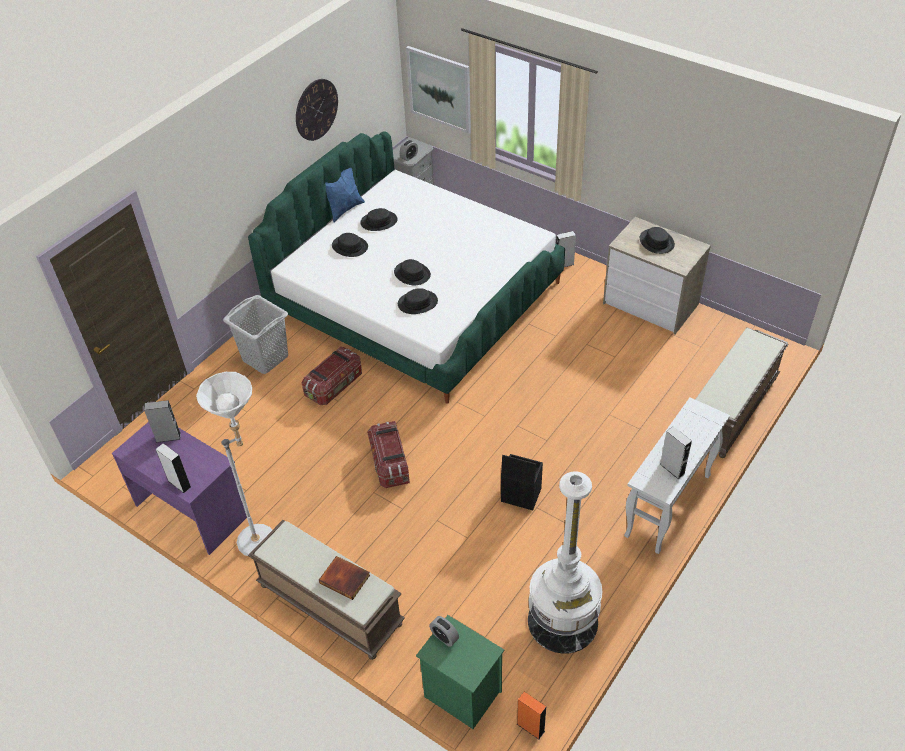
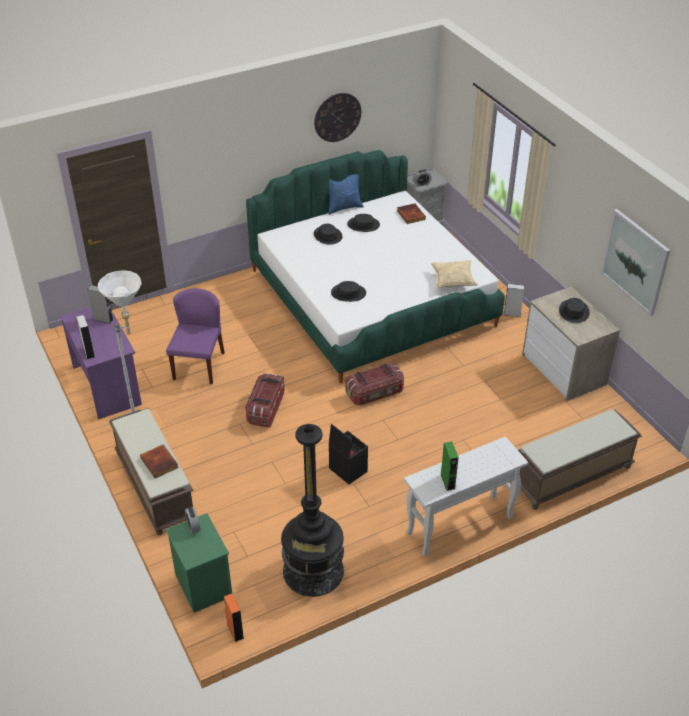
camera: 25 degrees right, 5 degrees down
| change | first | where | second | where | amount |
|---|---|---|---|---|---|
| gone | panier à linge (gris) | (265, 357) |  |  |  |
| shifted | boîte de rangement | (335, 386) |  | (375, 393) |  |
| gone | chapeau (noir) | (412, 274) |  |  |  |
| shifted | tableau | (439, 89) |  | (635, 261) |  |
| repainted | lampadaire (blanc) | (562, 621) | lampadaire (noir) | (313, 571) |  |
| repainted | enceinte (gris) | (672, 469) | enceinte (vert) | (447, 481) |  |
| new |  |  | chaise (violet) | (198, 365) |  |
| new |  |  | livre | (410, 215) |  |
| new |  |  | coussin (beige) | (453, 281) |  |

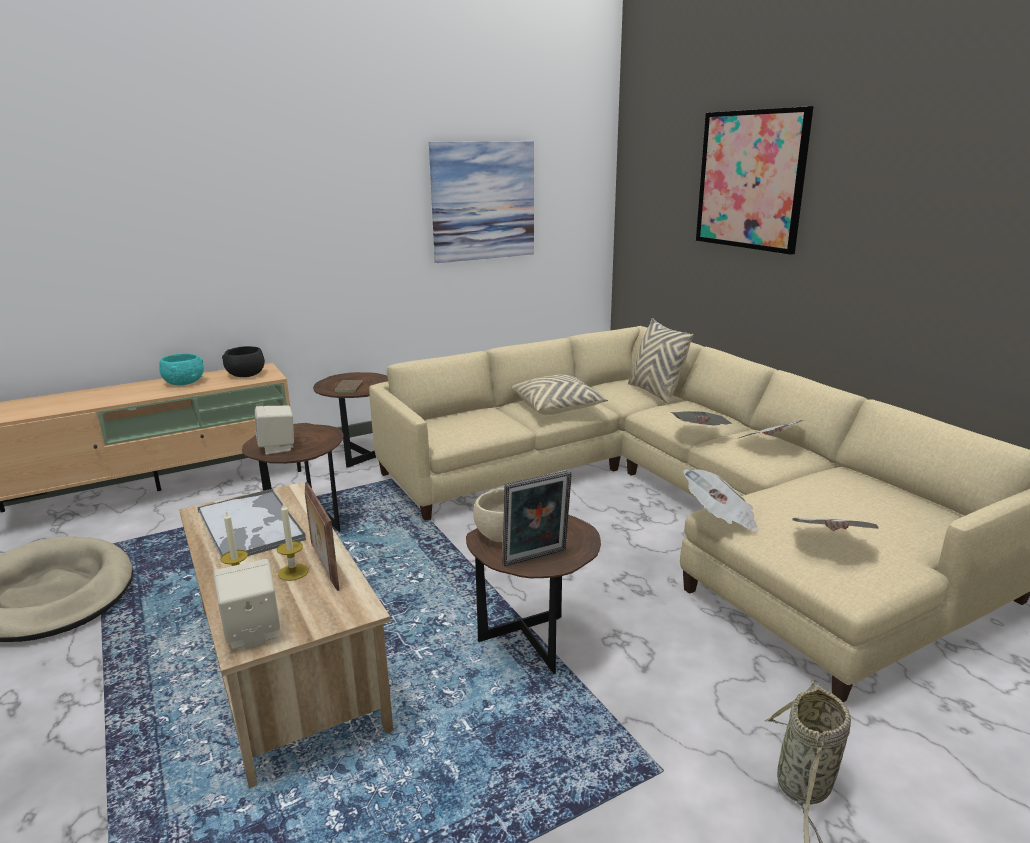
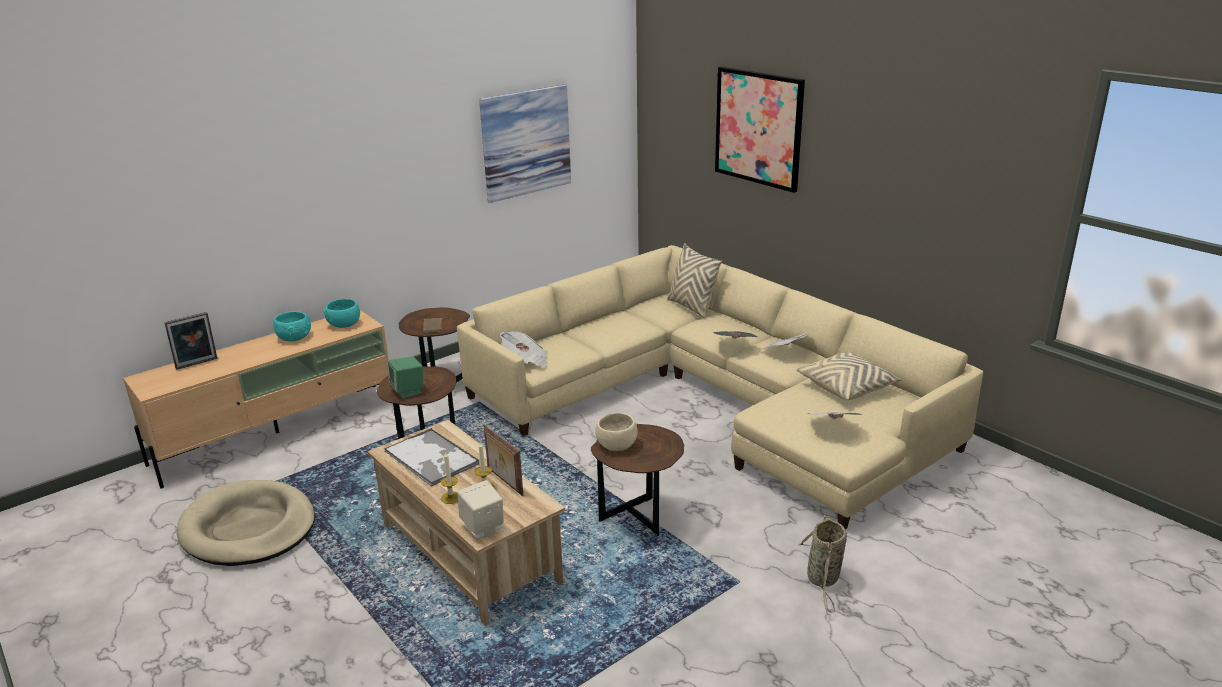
camera: 10 degrees left, 5 degrees up
| change | first | where | second | where | amount |
|---|---|---|---|---|---|
| repainted | bol (noir) | (245, 375) | bol (turquoise) | (344, 325) |  |
| repainted | enceinte (beige) | (277, 448) | enceinte (vert) | (408, 391) |  |
| shifted | cadre photo | (536, 559) |  | (197, 364) |  |
| shifted | coussin (beige) | (557, 407) |  | (847, 387) |  |
| shifted | journal | (720, 518) |  | (526, 361) |  |

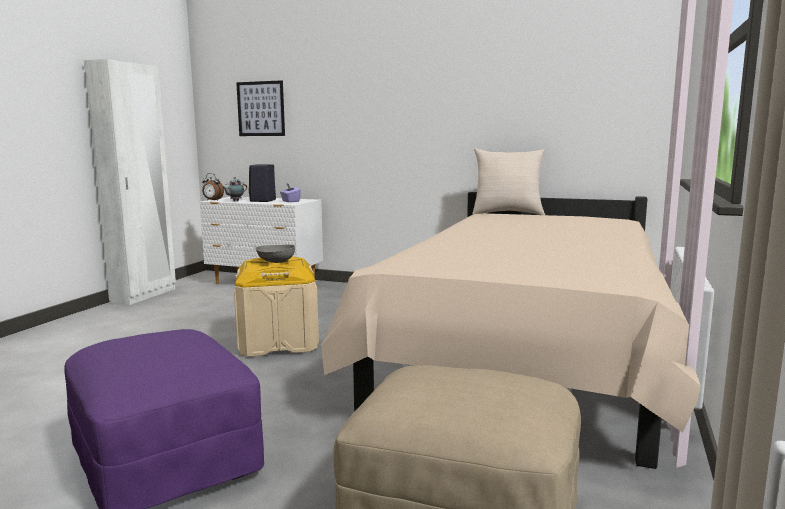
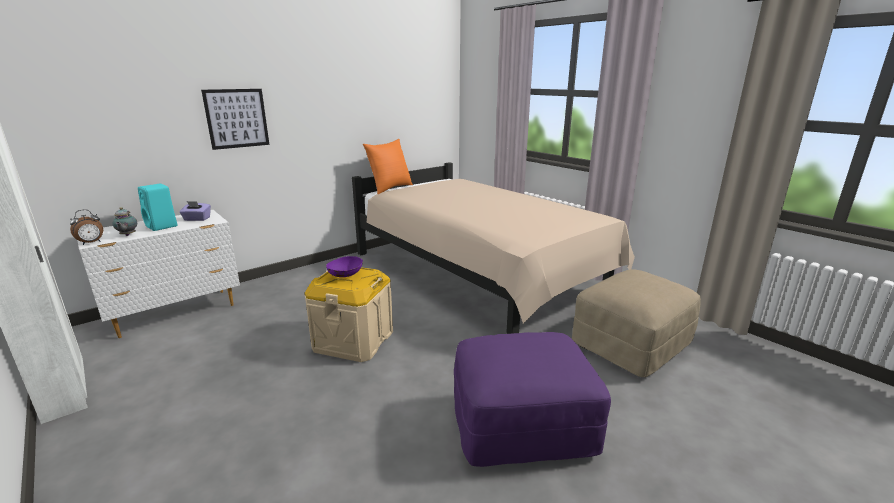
camera: 60 degrees left, 10 degrees up
| change | first | where | second | where | amount |
|---|---|---|---|---|---|
| shifted | tableau | (261, 109) |  | (237, 118) |  |
| repainted | enceinte (noir) | (263, 201) | enceinte (turquoise) | (162, 226) |  |
| repainted | bol (gris) | (275, 262) | bol (violet) | (345, 275) |  |
| repainted | coussin (beige) | (507, 213) | coussin (orange) | (390, 188) |  |

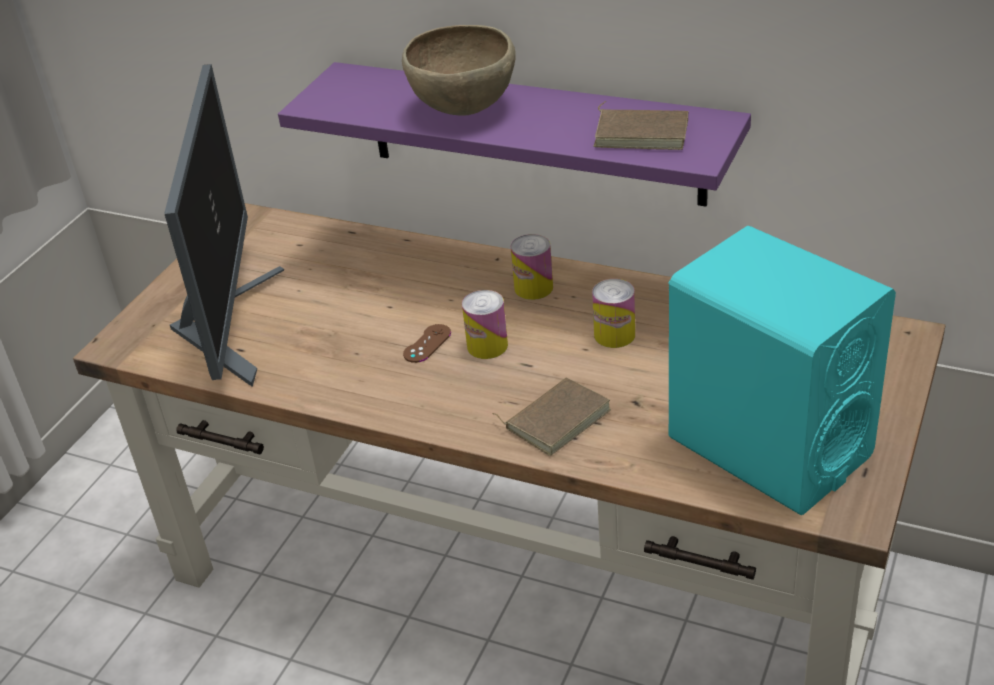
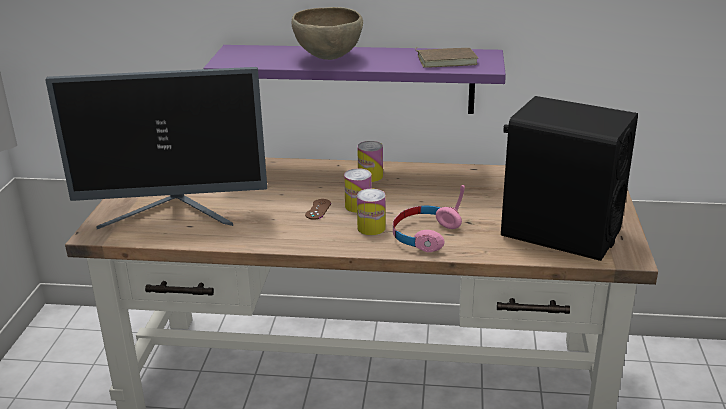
camera: 20 degrees left, 10 degrees down
| change | first | where | second | where | amount |
|---|---|---|---|---|---|
| rotated | écran d'ordinateur | (229, 324) |  | (174, 214) | 105 degrees clockwise |
| swapped | livre (marron) | (556, 418) | casque audio (rose) | (424, 235) |  |
| shifted | boîte métallique | (614, 335) |  | (371, 228) |  |
| repainted | enceinte (turquoise) | (768, 446) | enceinte (noir) | (560, 233) |  |

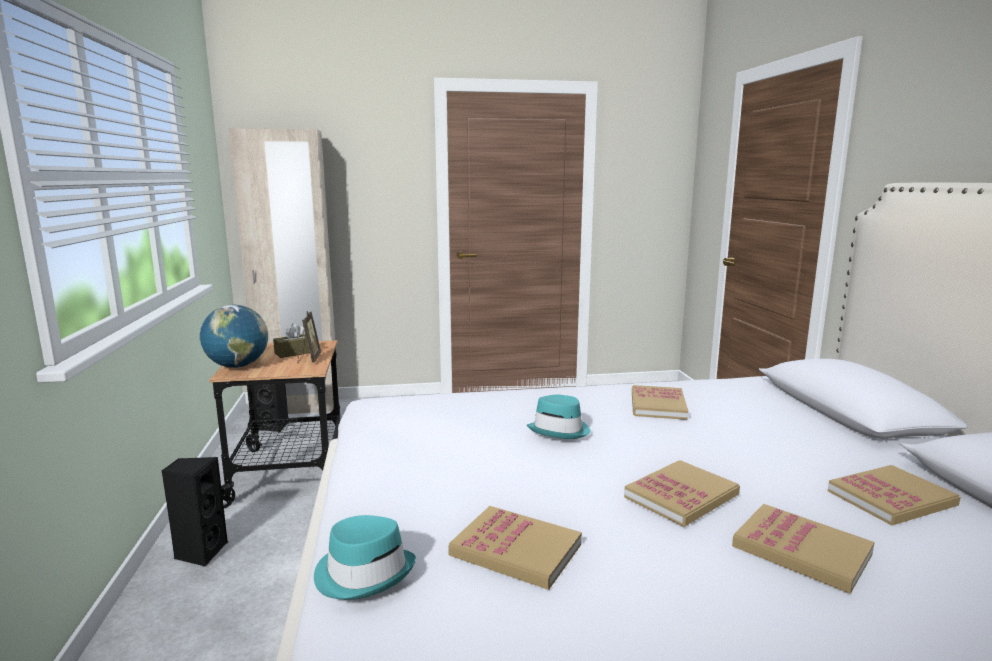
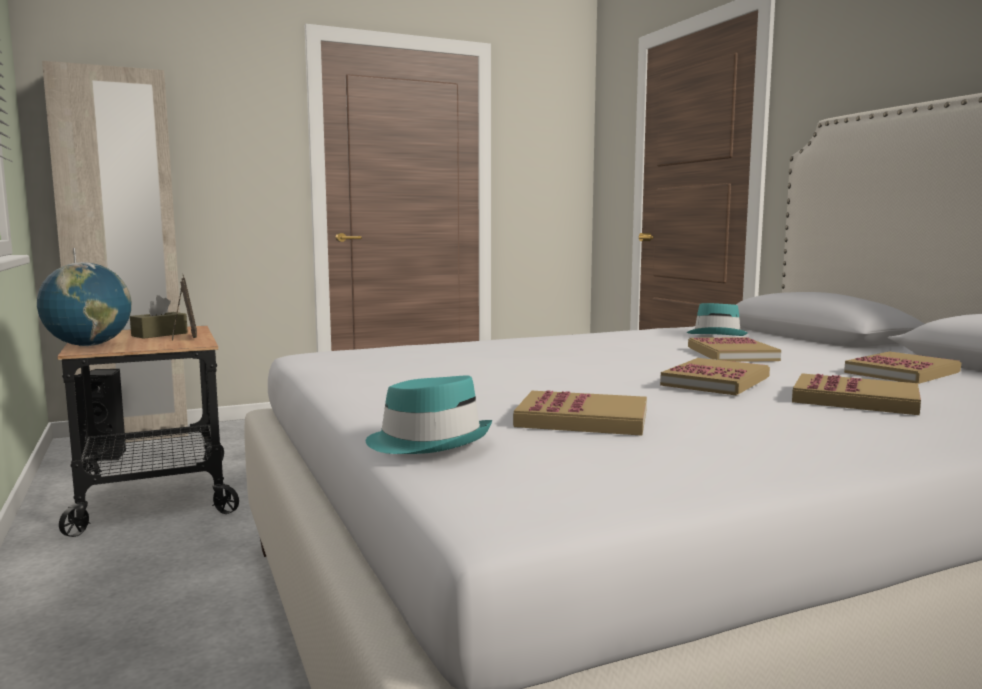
camera: 15 degrees left, 5 degrees down
| change | first | where | second | where | amount |
|---|---|---|---|---|---|
| gone | enceinte (noir) | (200, 553) |  |  |  |
| shifted | chapeau (turquoise) | (560, 430) |  | (716, 335) |  |
| shifted | livre | (658, 405) |  | (731, 354) |  |

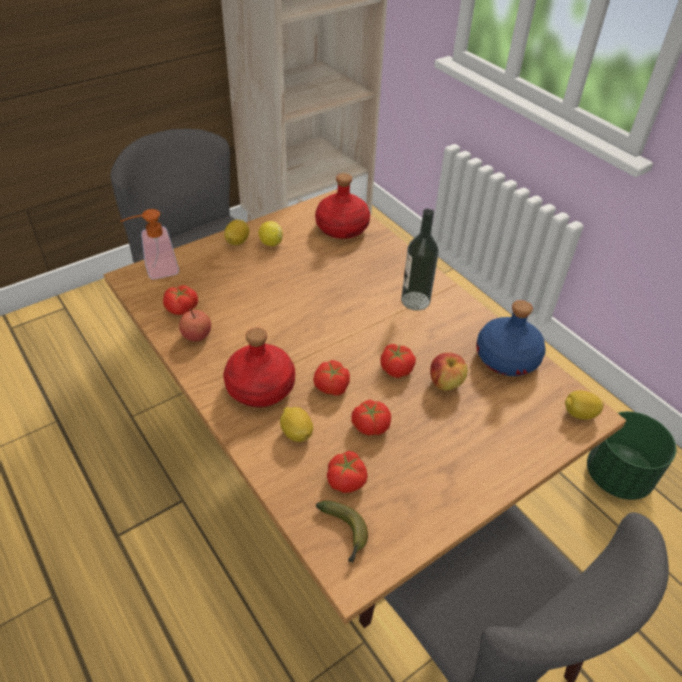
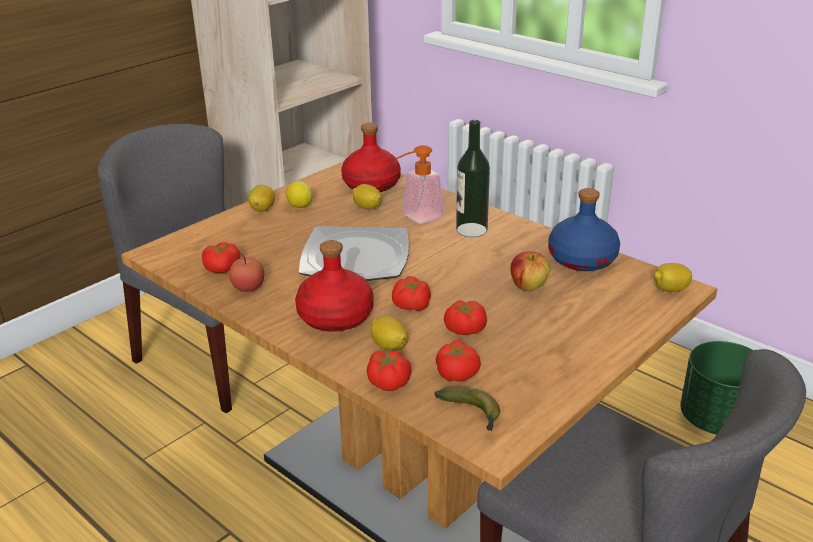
camera: 10 degrees left, 15 degrees down
| change | first | where | second | where | amount |
|---|---|---|---|---|---|
| shifted | distributeur de savon | (155, 271) |  | (417, 218) |  |
| shifted | tomate | (396, 368) |  | (389, 382) |  |
| new |  |  | assiette | (356, 258) |  |
| new |  |  | citron | (367, 208) |  |

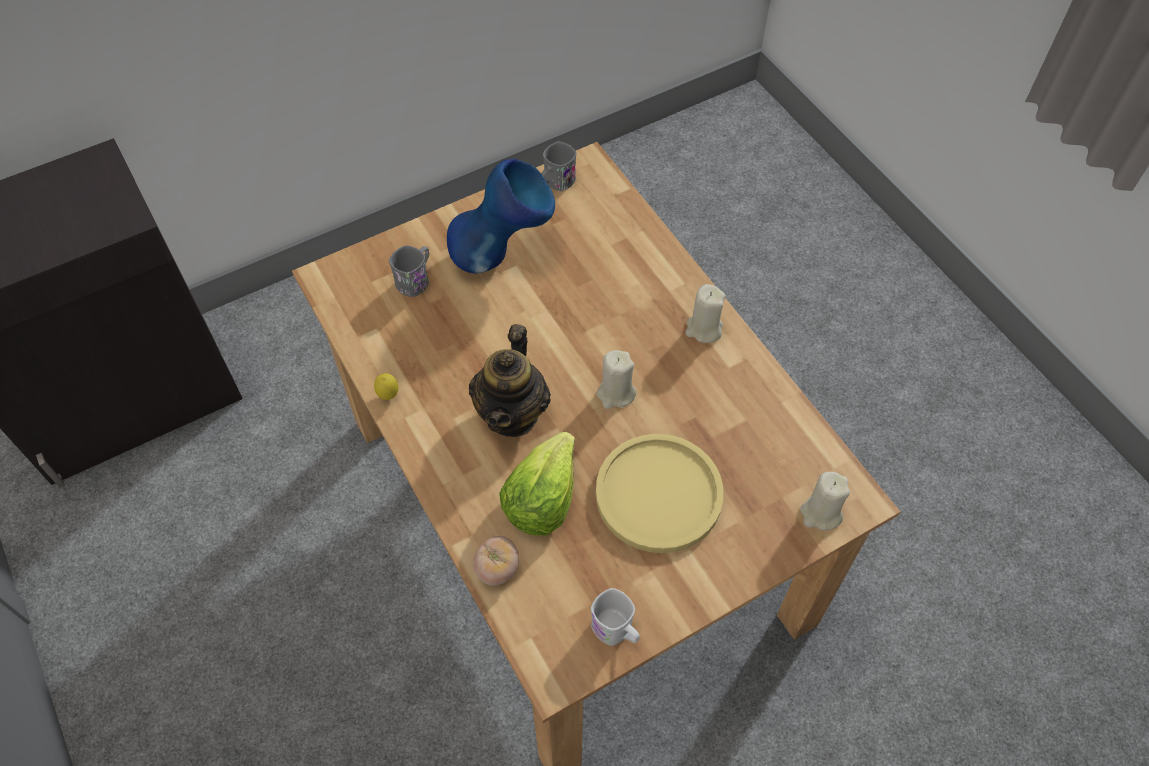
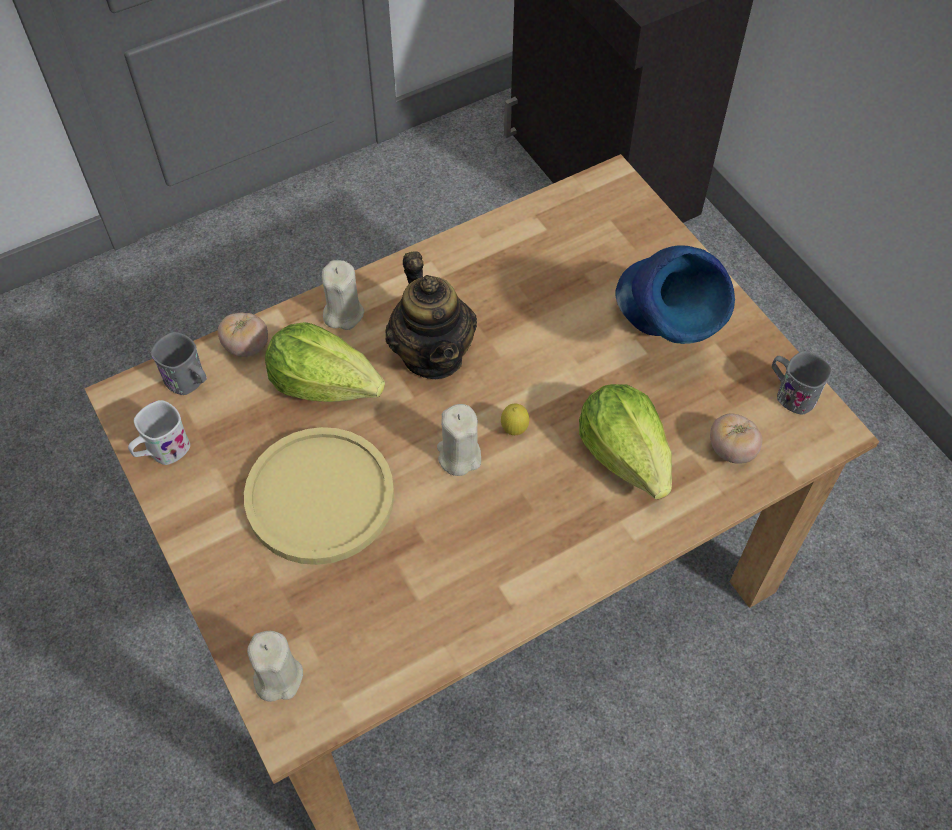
camera: 90 degrees right, 0 degrees up
| change | first | where | second | where | amount |
|---|---|---|---|---|---|
| shifted | citron | (388, 395) |  | (514, 430) |  |
| shifted | mug (gris) | (416, 280) |  | (189, 382) |  |
| rotated | théière | (512, 413) |  | (433, 355) | 120 degrees counterclockwise |
| shifted | bougie (beige) | (703, 329) |  | (343, 313) |  |
| new |  |  | laitue | (626, 455) |  |
| new |  |  | tomate | (731, 450) |  |

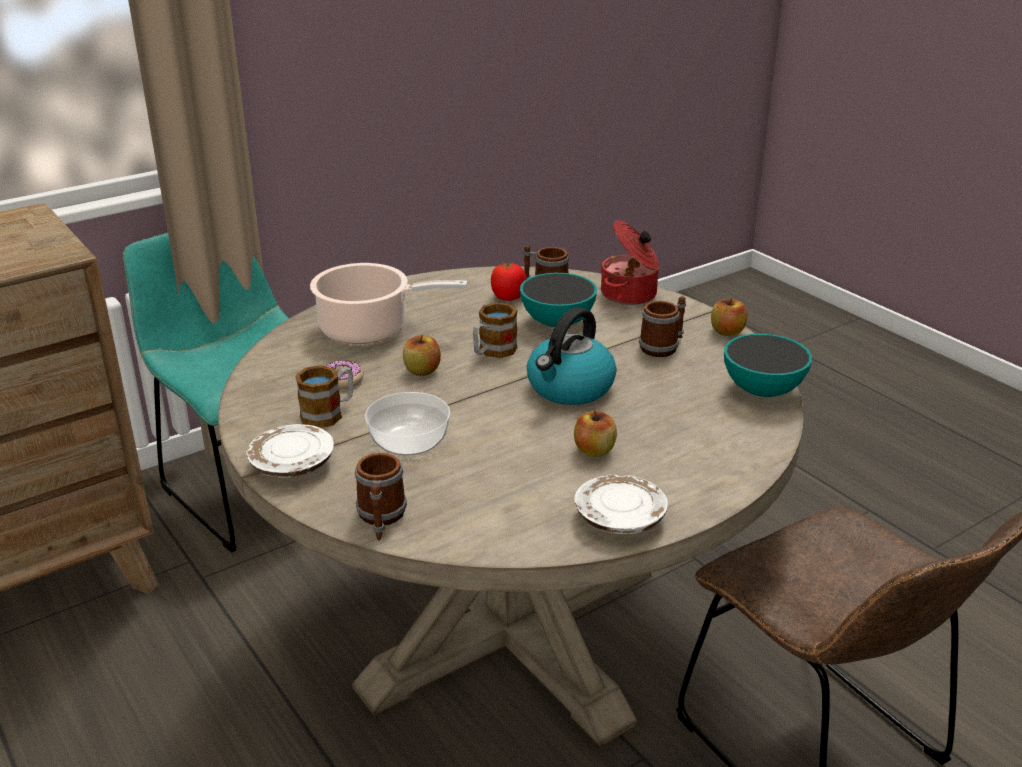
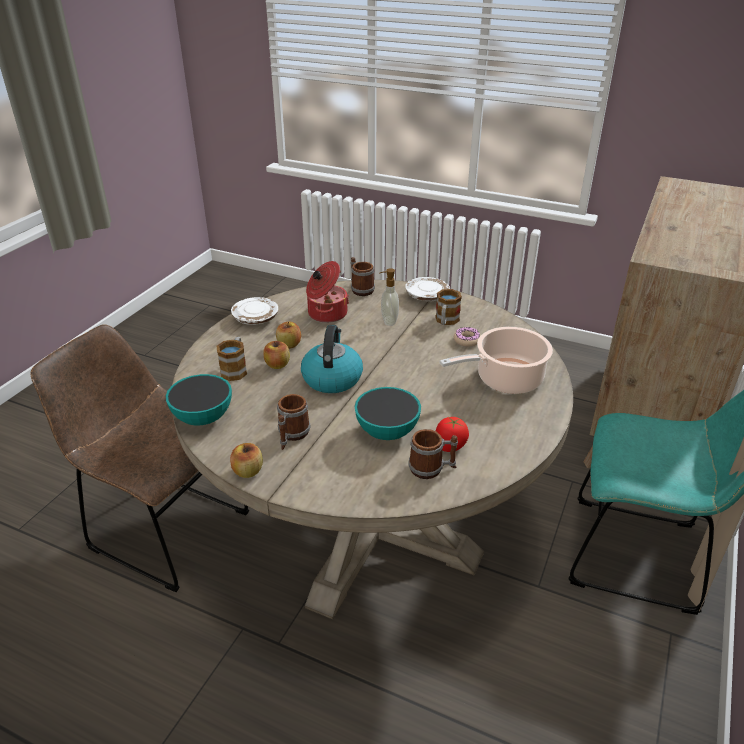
camera: 150 degrees right, 5 degrees up
| change | first | where | second | where | amount |
|---|---|---|---|---|---|
| swapped | bol | (409, 440) | distributeur de savon | (388, 321) |  |
| shifted | pomme | (422, 371) |  | (277, 365) |  |
| shifted | mug | (492, 352) |  | (235, 369) |  |
| shifted | marmite | (630, 295) |  | (326, 313) |  |

